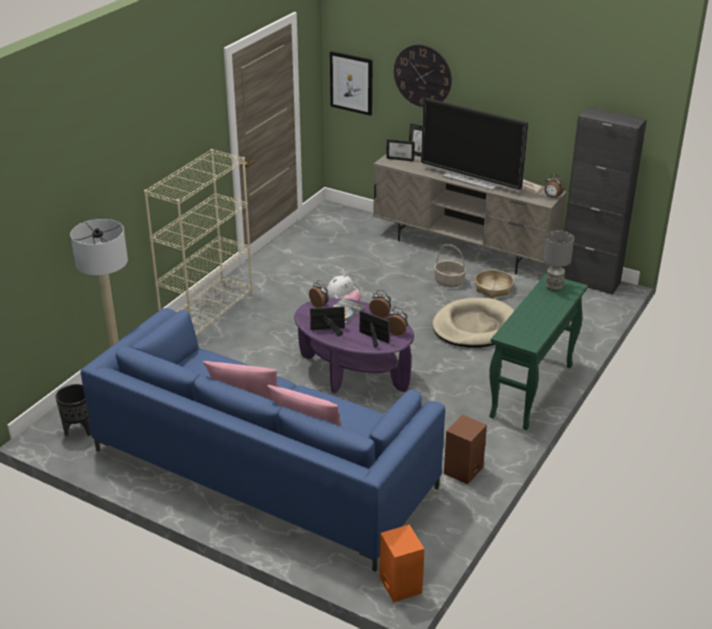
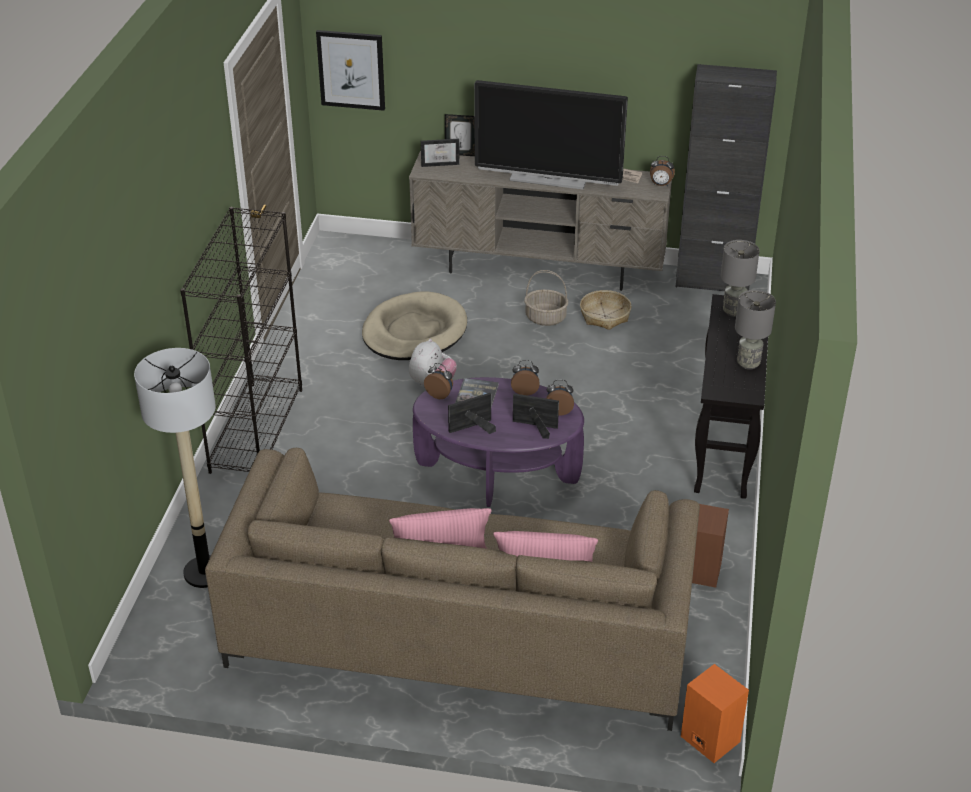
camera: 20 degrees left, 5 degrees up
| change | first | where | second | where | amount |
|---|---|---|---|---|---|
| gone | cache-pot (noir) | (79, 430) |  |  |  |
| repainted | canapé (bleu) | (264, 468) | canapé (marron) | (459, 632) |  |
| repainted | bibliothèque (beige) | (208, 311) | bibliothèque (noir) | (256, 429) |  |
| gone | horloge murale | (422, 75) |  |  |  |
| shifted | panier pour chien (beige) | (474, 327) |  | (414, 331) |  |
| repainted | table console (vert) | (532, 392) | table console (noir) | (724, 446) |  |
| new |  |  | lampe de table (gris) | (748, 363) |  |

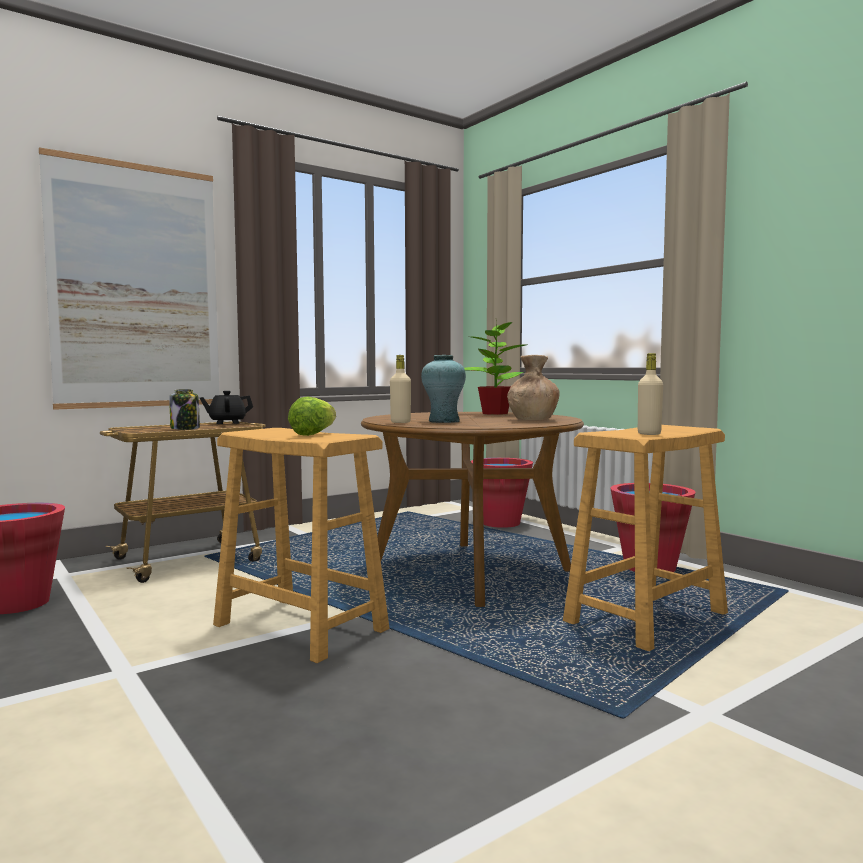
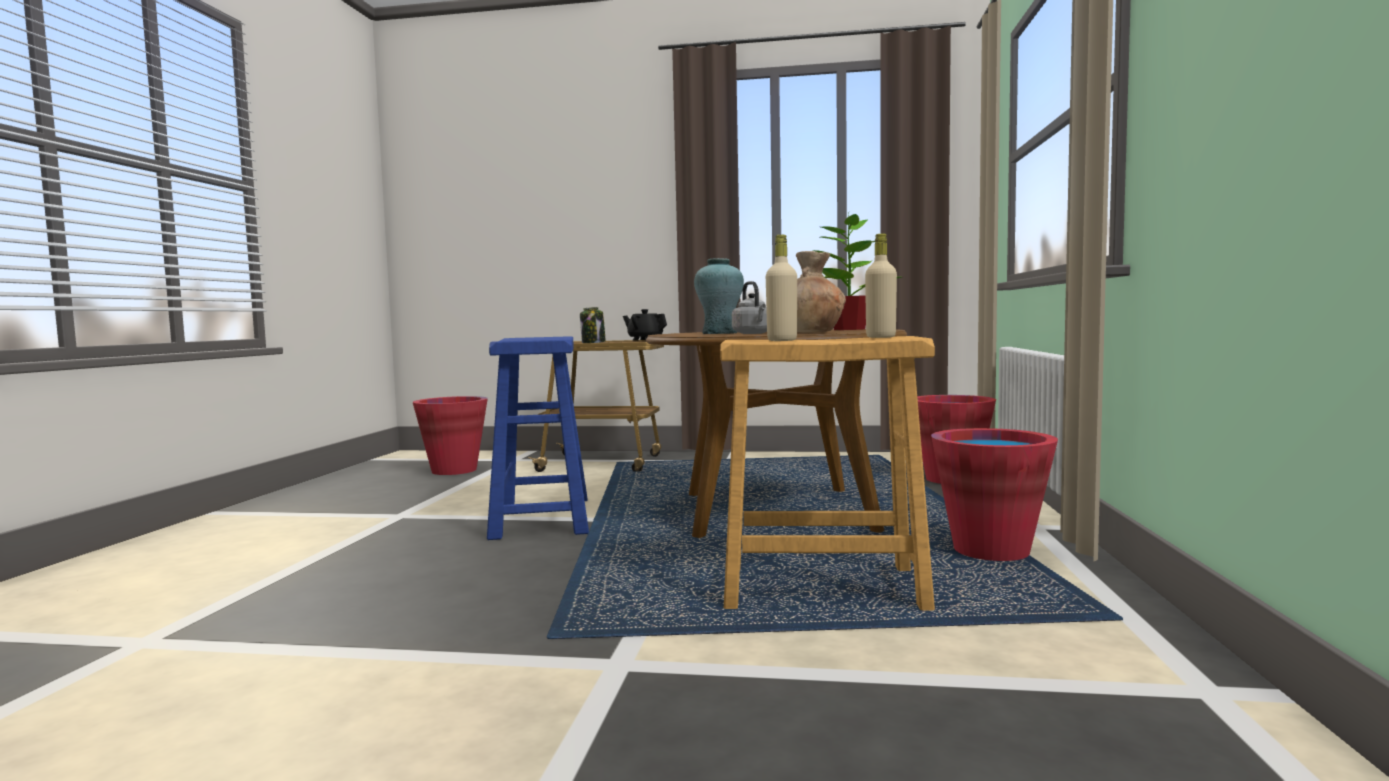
camera: 45 degrees right, 0 degrees up
| change | first | where | second | where | amount |
|---|---|---|---|---|---|
| gone | tableau | (136, 287) |  |  |  |
| repainted | tabouret (beige) | (300, 626) | tabouret (bleu) | (542, 517) |  |
| gone | laitue | (314, 434) |  |  |  |
| shifted | bouteille (beige) | (400, 422) |  | (880, 337) |  |
| new |  |  | bouilloire (gris) | (753, 333) |  |

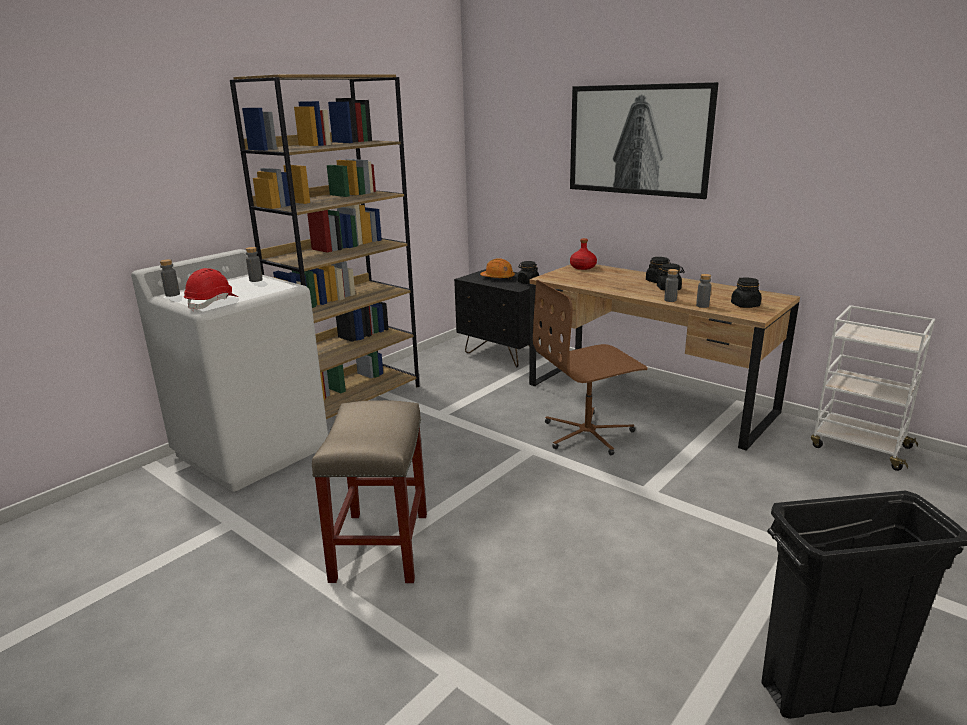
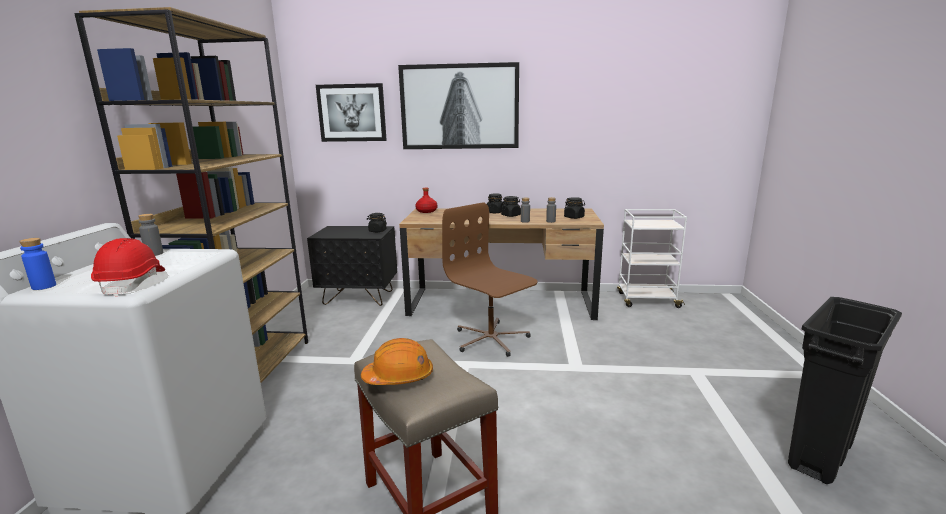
camera: 35 degrees left, 5 degrees down
| change | first | where | second | where | amount |
|---|---|---|---|---|---|
| repainted | bouteille (gris) | (172, 294) | bouteille (bleu) | (44, 286) |  |
| shifted | casque de chantier (orange) | (498, 278) |  | (399, 377) |  |
| rotated | chaise de bureau (marron) | (588, 434) |  | (490, 339) | 105 degrees clockwise |
| new |  |  | tableau | (352, 113) |  |

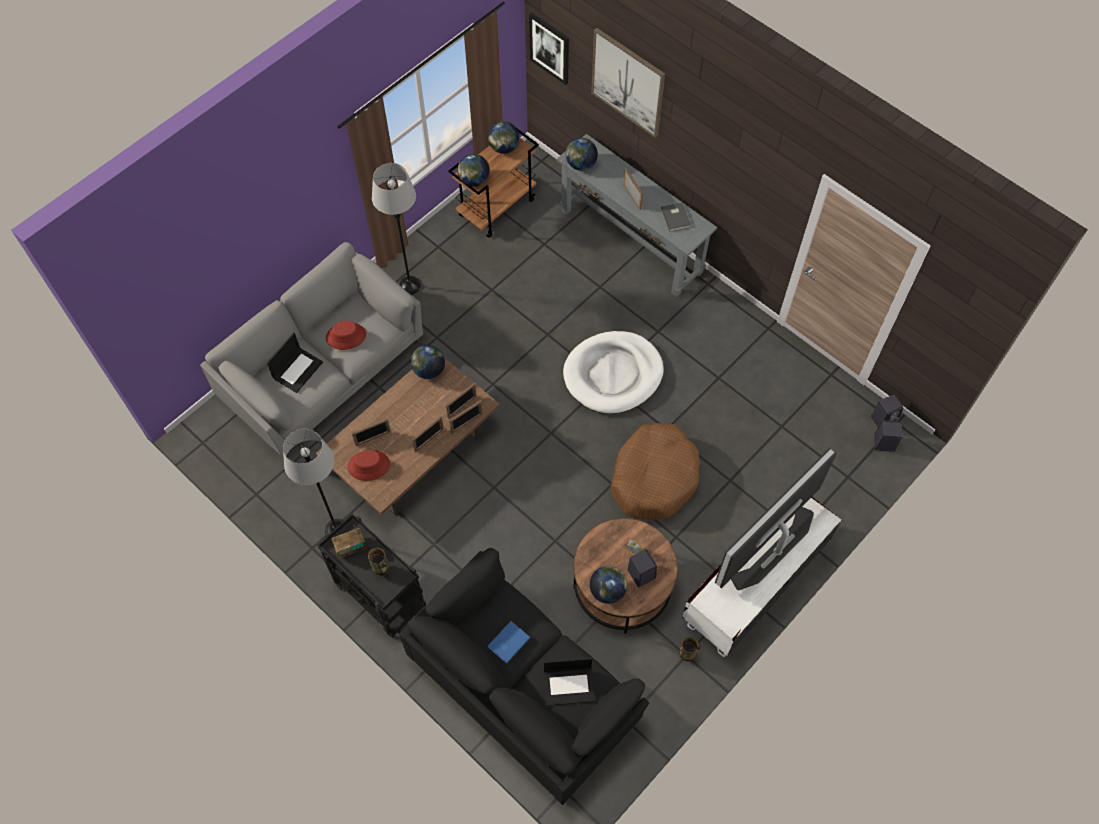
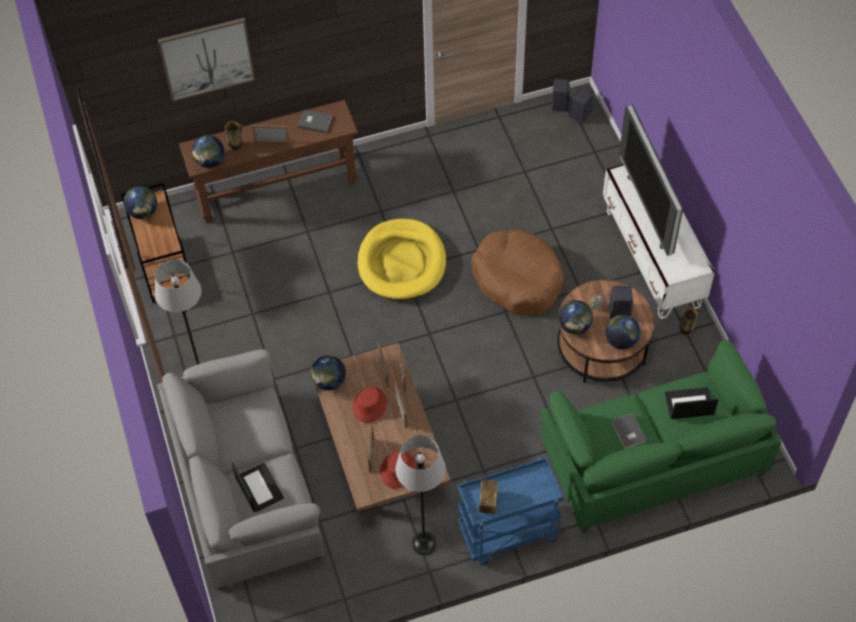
camera: 60 degrees left, 5 degrees down
| change | first | where | second | where | amount |
|---|---|---|---|---|---|
| repainted | chariot (noir) | (378, 594) | chariot (bleu) | (507, 534) |  |
| shifted | chapeau (rouge) | (346, 336) |  | (369, 405) |  |
| shifted | vase | (382, 570) |  | (236, 147) |  |
| repainted | canapé (noir) | (524, 687) | canapé (vert) | (653, 458) |  |
| shifted | globe | (474, 180) |  | (574, 326) |  |
| repainted | livre (bleu) | (507, 642) | livre (gris) | (628, 432) |  |
| gone | tableau | (550, 48) |  |  |  |
| rotated | ordinateur portable | (569, 685) |  | (688, 404) | 120 degrees counterclockwise |
| repainted | table console (gris) | (630, 241) | table console (marron) | (276, 187) |  |
| repainted | panier pour chien (blanc) | (613, 374) | panier pour chien (jaune) | (401, 262) |  |

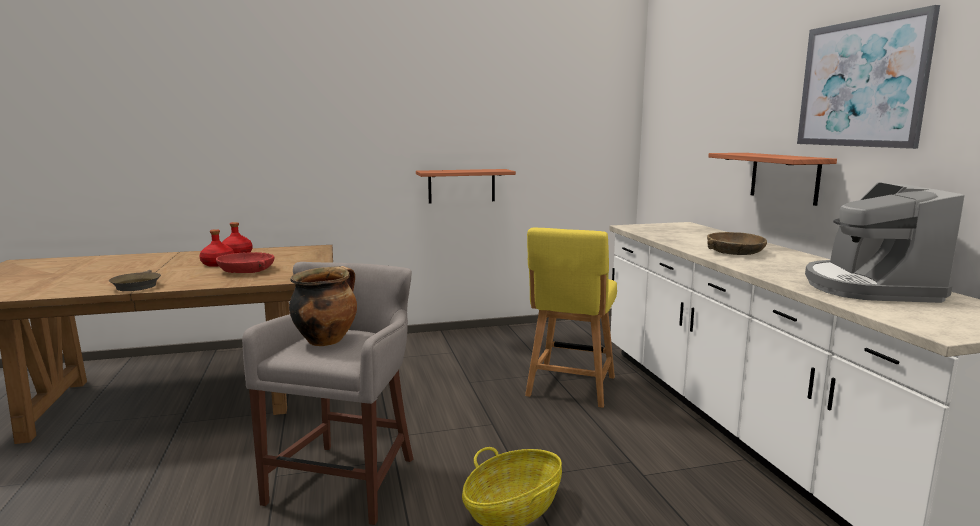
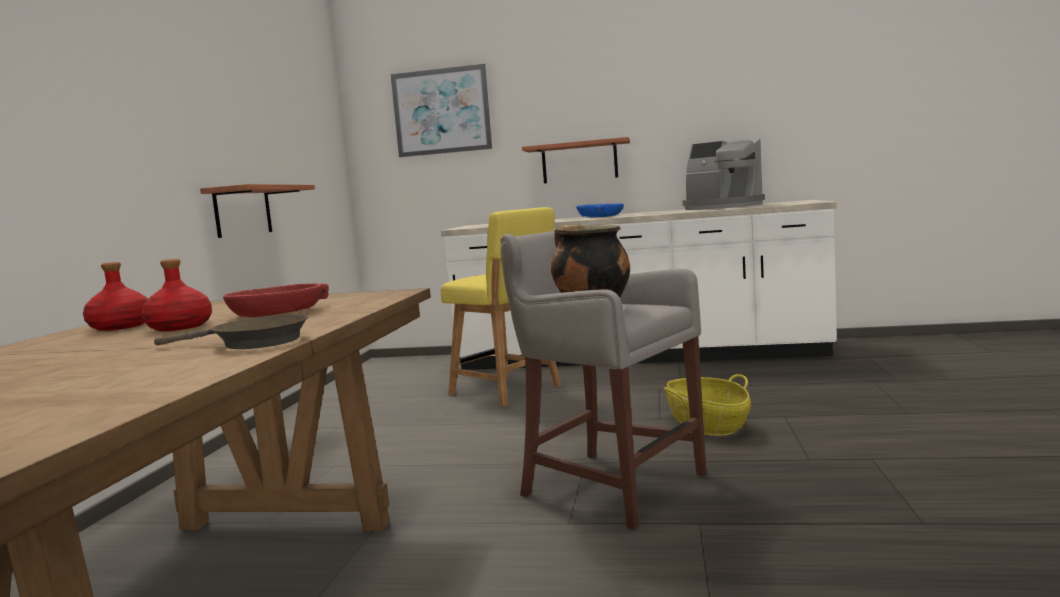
camera: 65 degrees left, 5 degrees down
| change | first | where | second | where | amount |
|---|---|---|---|---|---|
| repainted | bol (marron) | (735, 252) | bol (bleu) | (600, 217) |  |
| shifted | tableau | (861, 83) |  | (441, 111) |  |

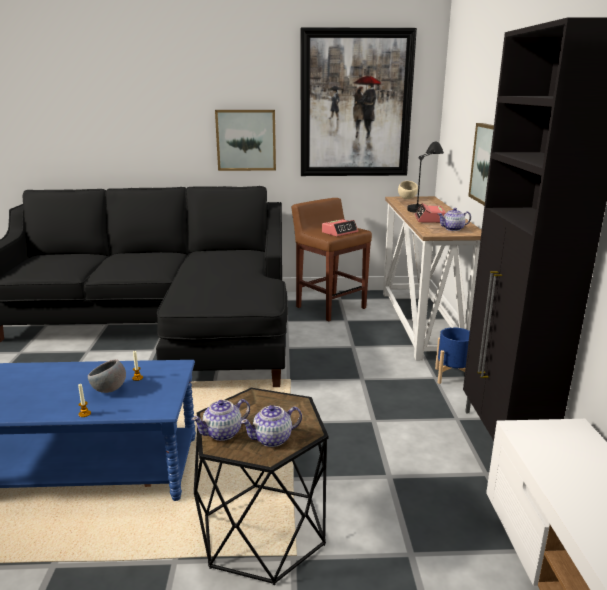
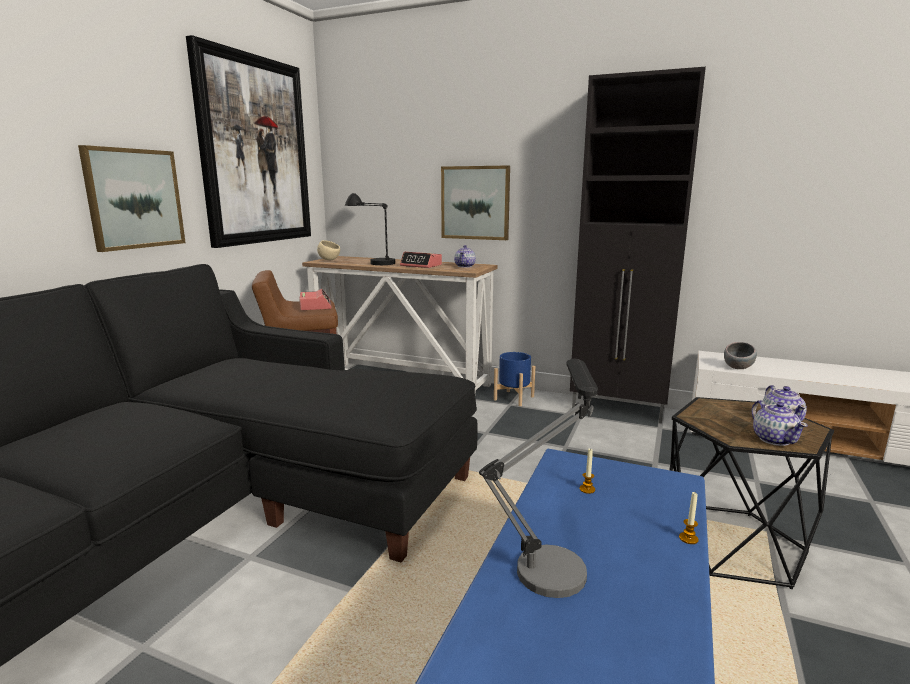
camera: 65 degrees left, 5 degrees down
| change | first | where | second | where | amount |
|---|---|---|---|---|---|
| shifted | bol (gris) | (109, 390) |  | (738, 368) |  |
| new |  |  | lampe de table | (553, 559) |  |

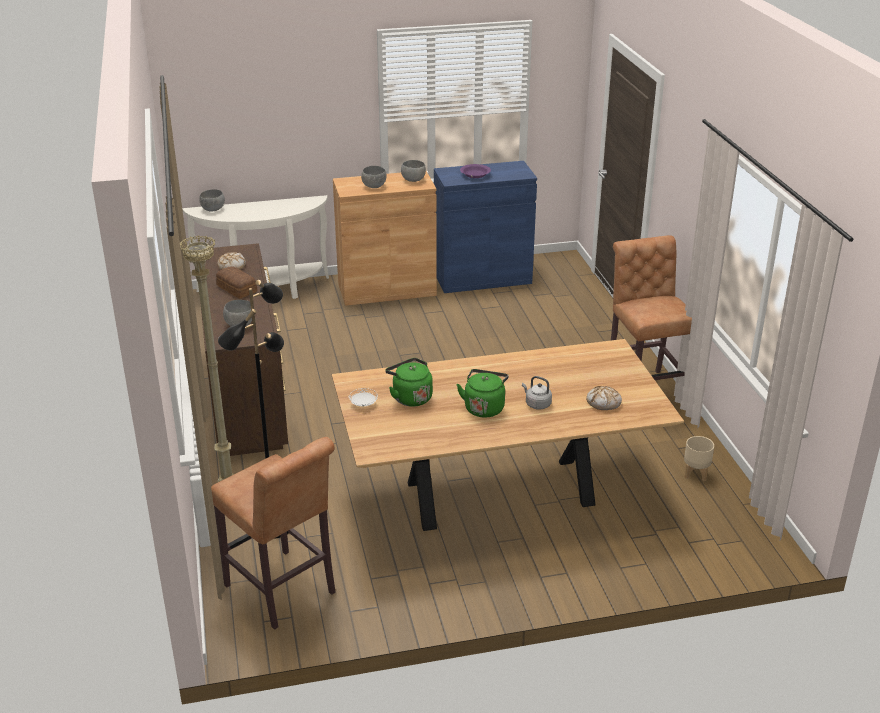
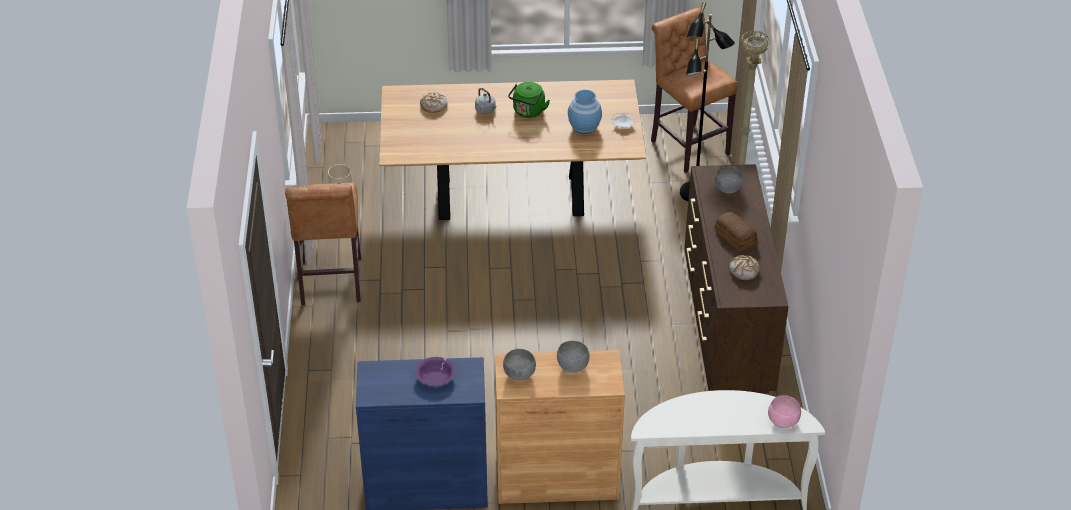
camera: 170 degrees left, 10 degrees up
| change | first | where | second | where | amount |
|---|---|---|---|---|---|
| repainted | bol (gris) | (213, 210) | bol (rose) | (782, 421) |  |
| swapped | bouilloire (vert) | (410, 397) | vase (bleu) | (584, 127) |  |

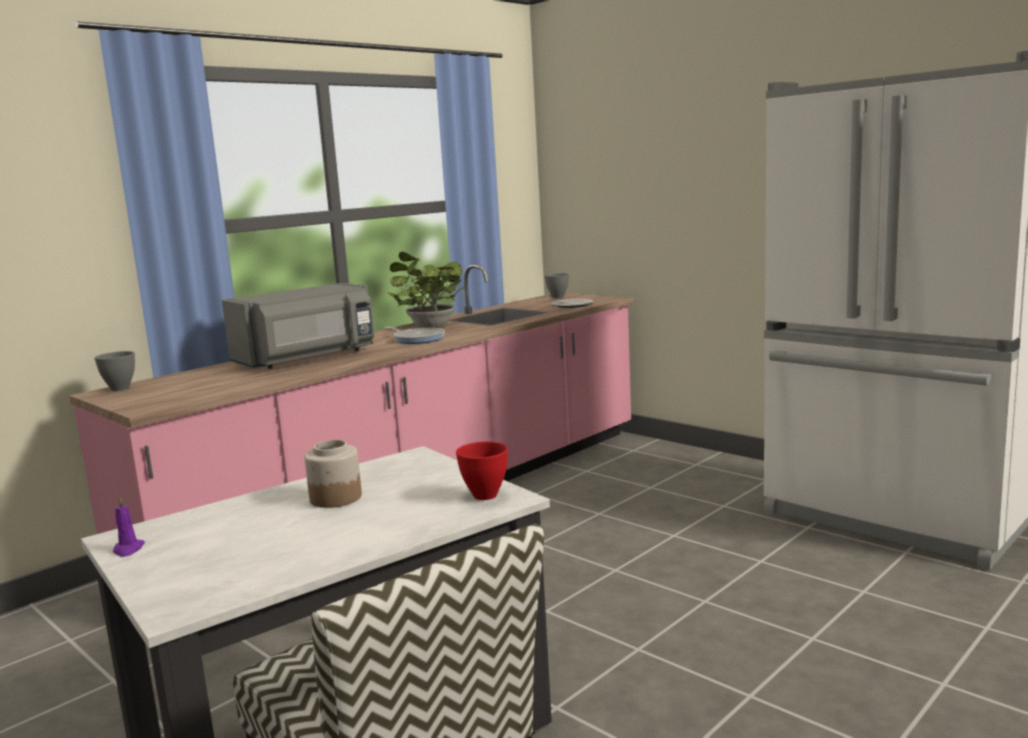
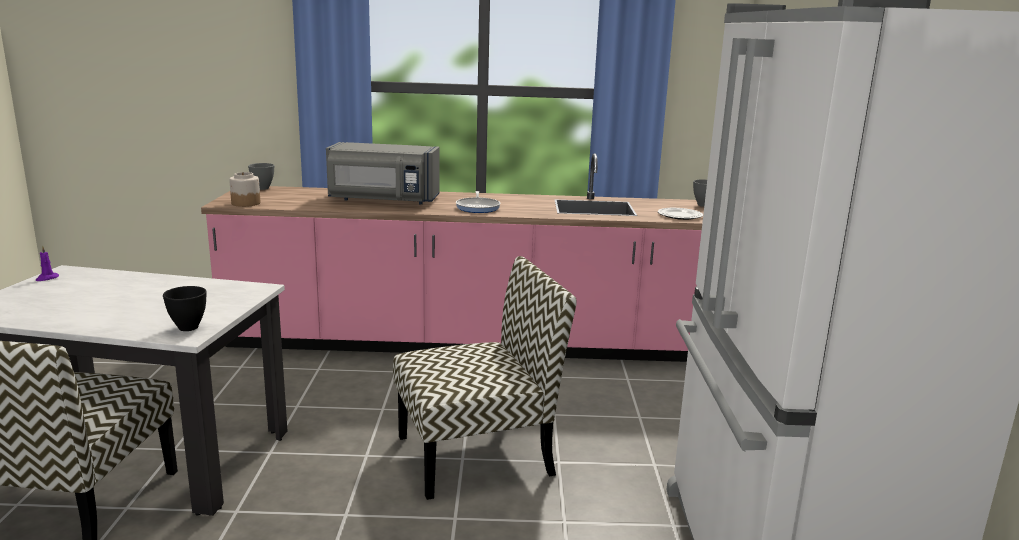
camera: 45 degrees right, 5 degrees up
| change | first | where | second | where | amount |
|---|---|---|---|---|---|
| shifted | bocal | (335, 498) |  | (246, 203) |  |
| gone | plante en pot | (428, 327) |  |  |  |
| repainted | bol (rouge) | (484, 495) | bol (noir) | (189, 327) |  |
| new |  |  | chaise | (477, 454) |  |

